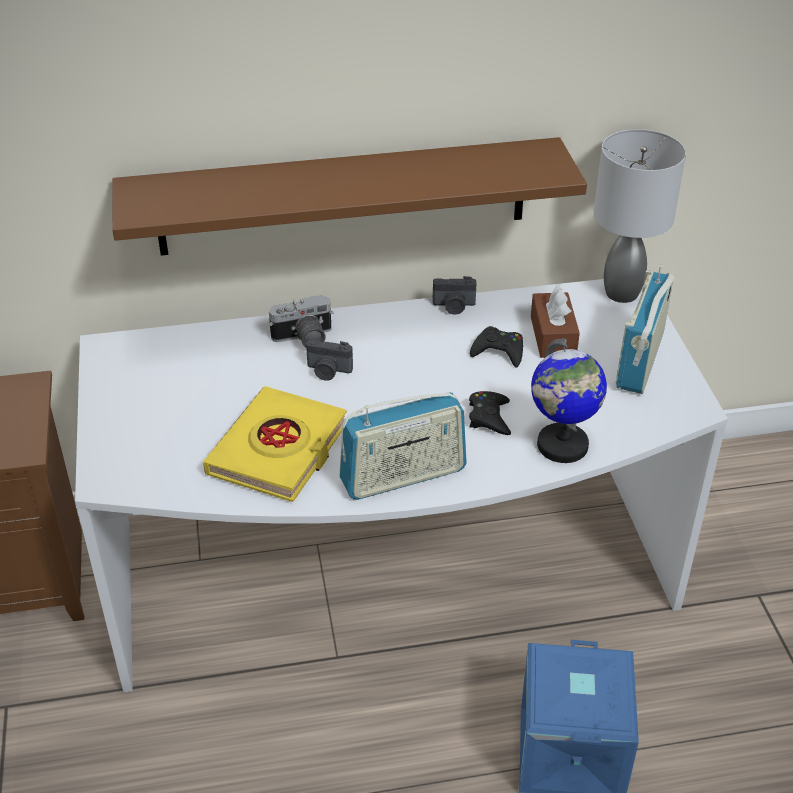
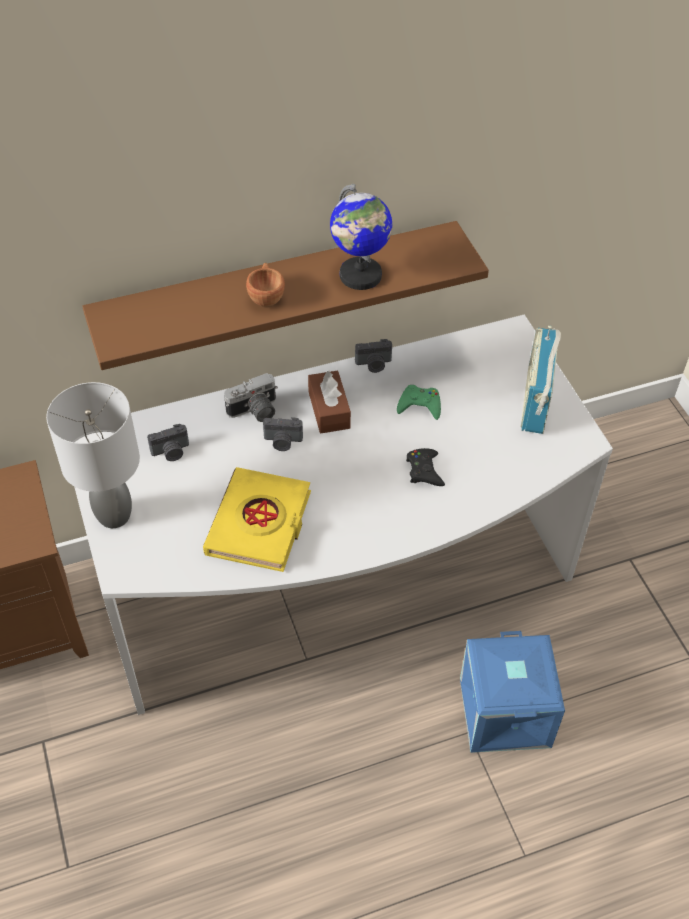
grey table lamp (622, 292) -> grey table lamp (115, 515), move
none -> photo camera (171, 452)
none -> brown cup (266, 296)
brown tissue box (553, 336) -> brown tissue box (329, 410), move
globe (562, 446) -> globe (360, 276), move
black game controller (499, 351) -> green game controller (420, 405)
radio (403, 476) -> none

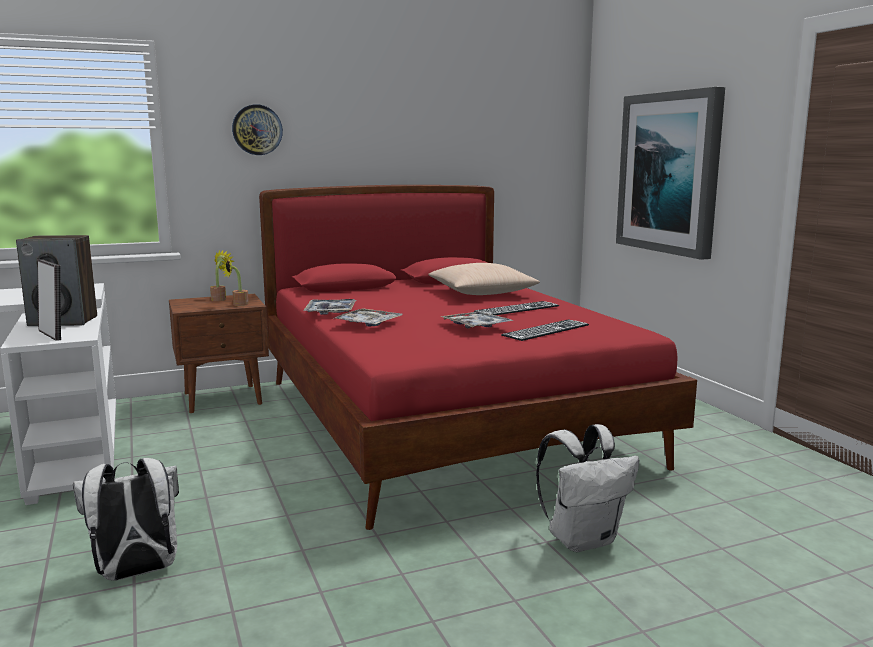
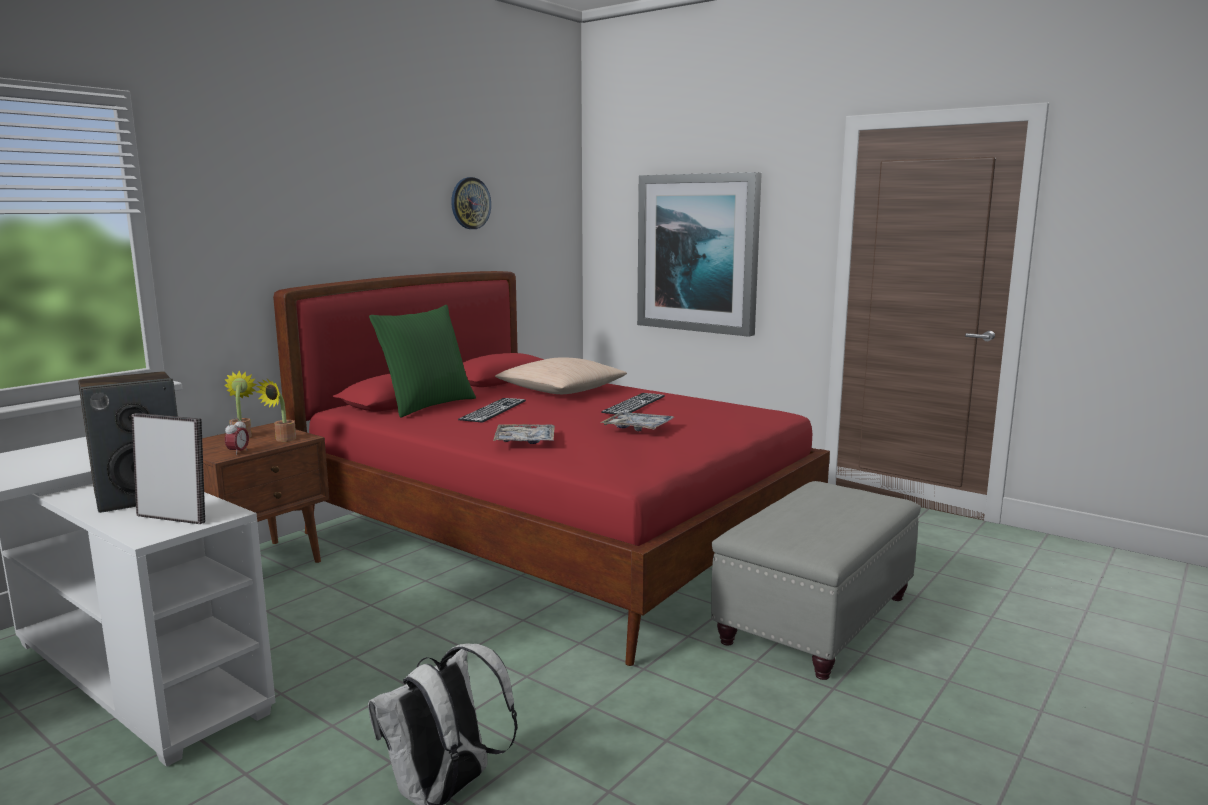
none -> alarm clock (238, 452)
none -> green pillow (427, 405)
wall clock (257, 130) -> wall clock (470, 203), move
keyboard (546, 330) -> keyboard (493, 410), move
white backpack (583, 539) -> grey ottoman (816, 618)
tray (330, 312) -> none

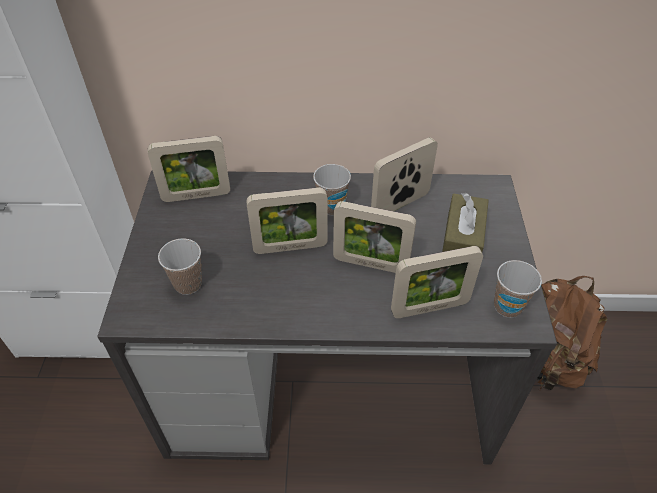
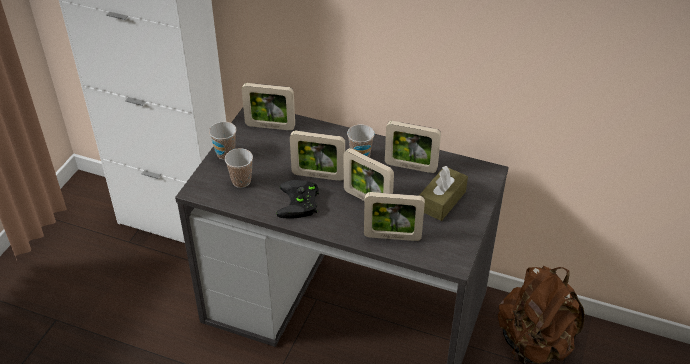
cup (507, 306) -> cup (225, 153), move
none -> black game controller (300, 203)
picture frame (400, 204) -> picture frame (410, 167), 150 degrees counterclockwise

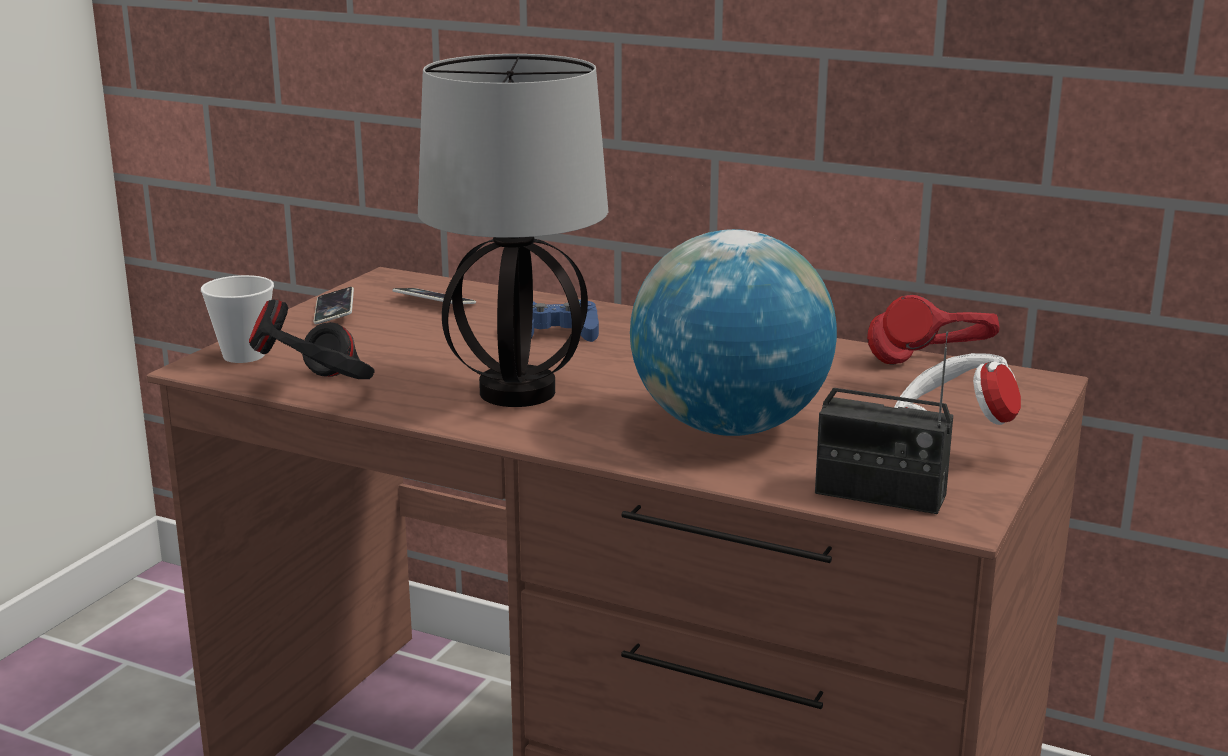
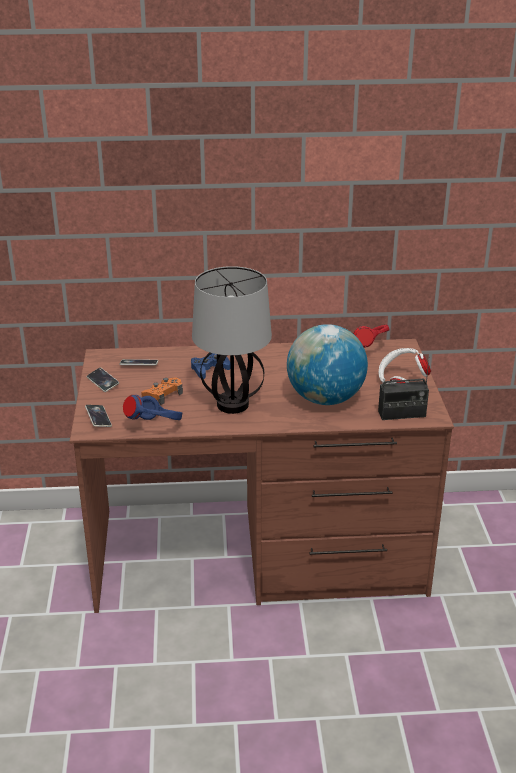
cup (244, 355) -> phone (98, 418)
black headphones (319, 391) -> blue headphones (155, 427)
none -> orange game controller (163, 394)

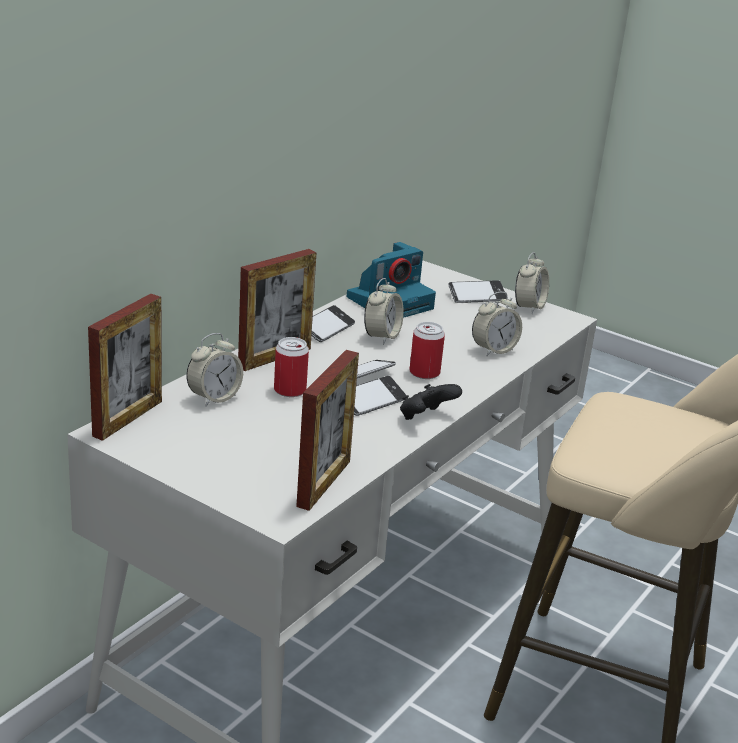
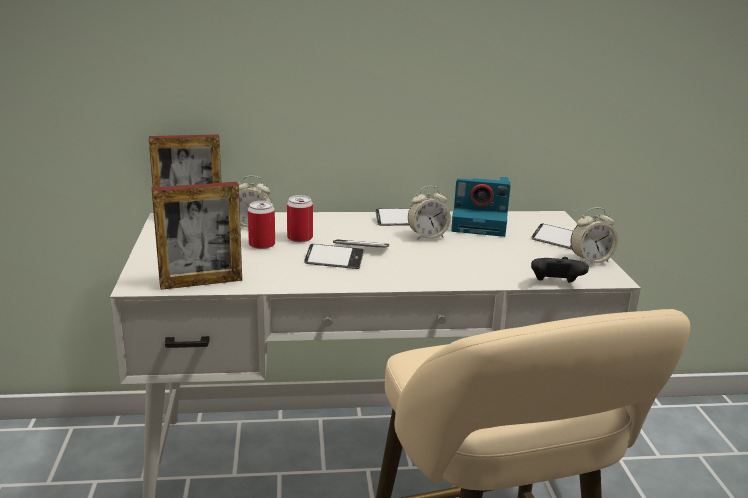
can (424, 373) -> can (262, 244), move
black game controller (425, 418) -> black game controller (555, 284), move
picture frame (274, 357) -> none
alarm clock (493, 350) -> none

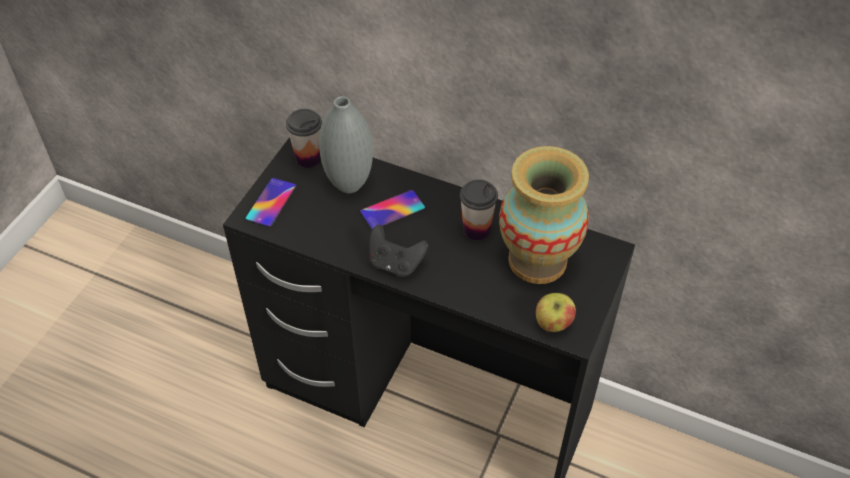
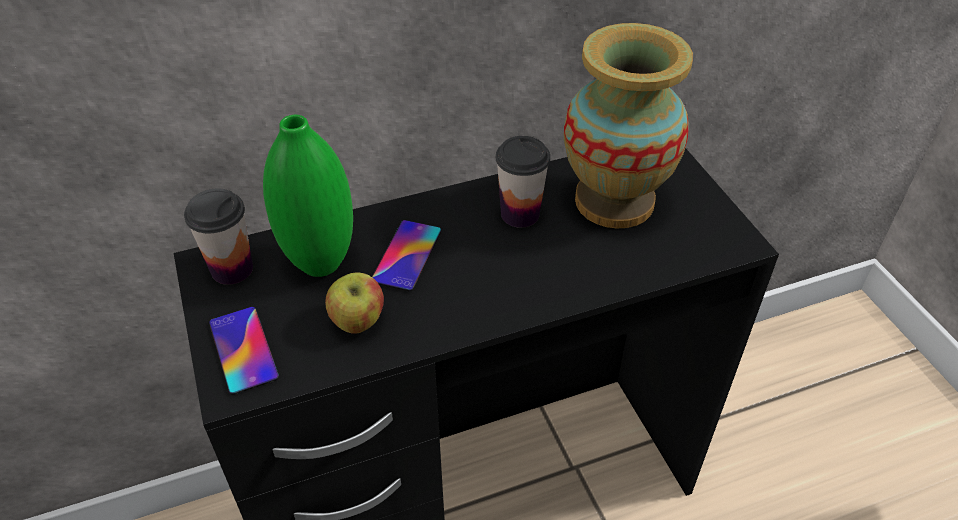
grey vase (349, 184) -> green vase (320, 263)
apple (553, 323) -> apple (358, 321), move
black game controller (395, 264) -> none

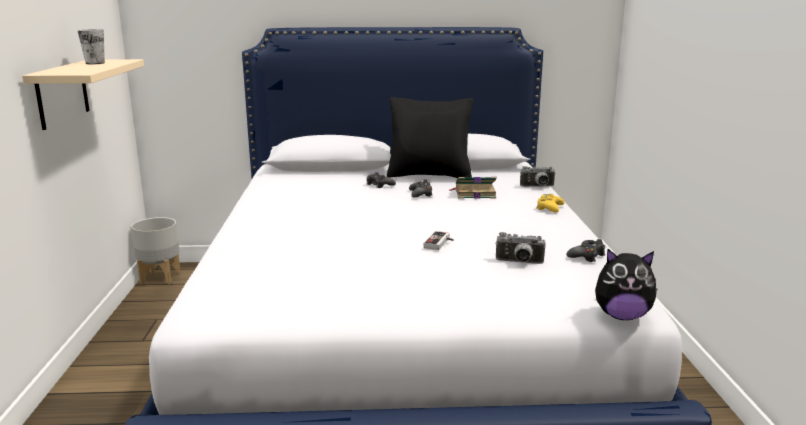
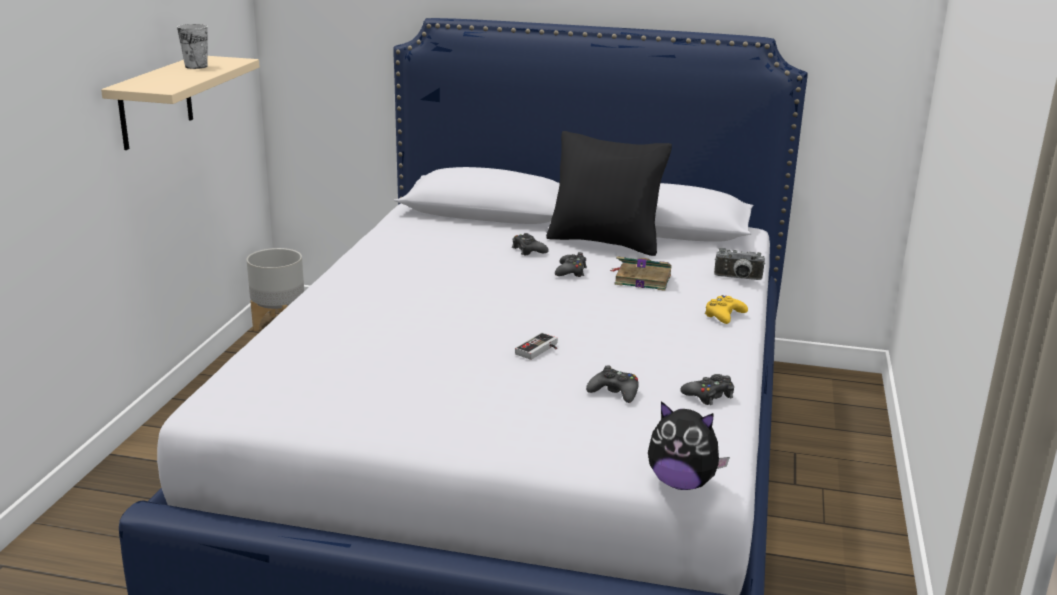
photo camera (519, 263) -> black game controller (614, 392)

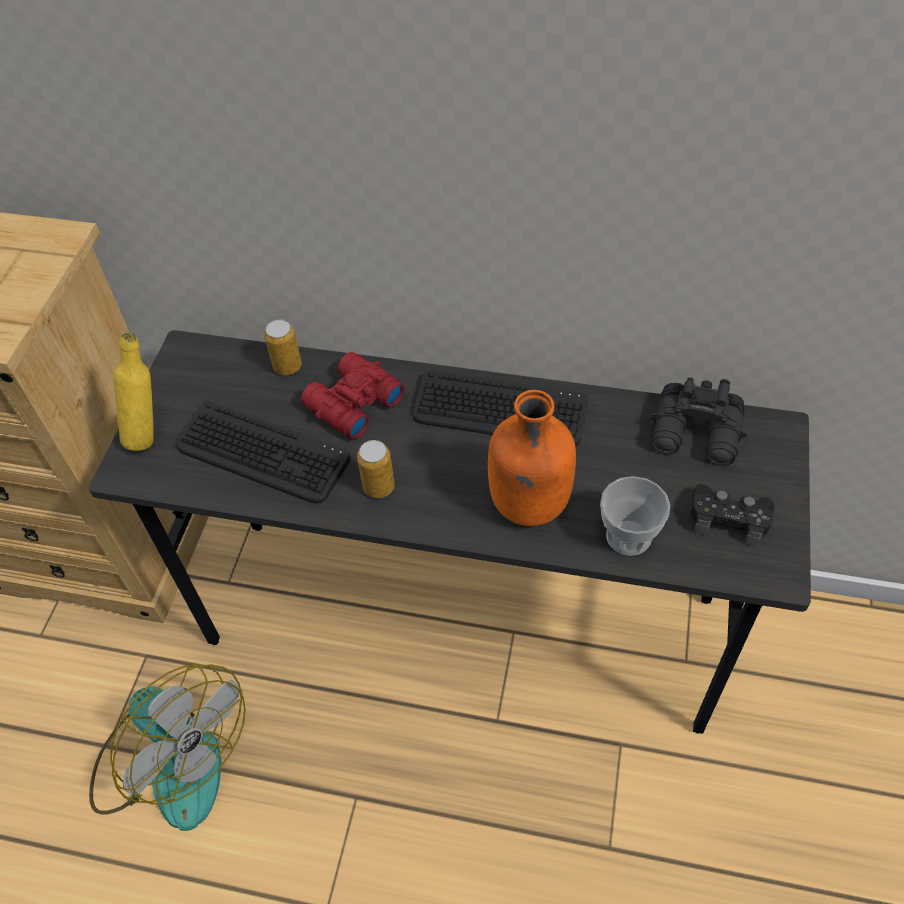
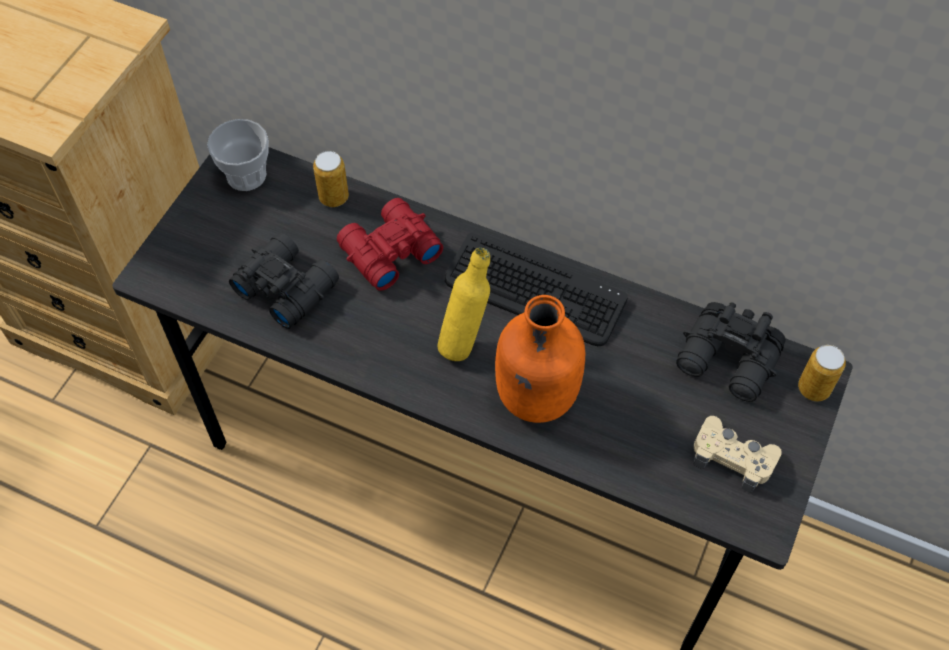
cup (628, 536) -> cup (246, 175), move
keyboard (262, 453) -> black binoculars (286, 286)
yellow bottle (149, 434) -> yellow bottle (465, 341), move
black game controller (729, 518) -> beige game controller (733, 457)
can (379, 487) -> can (813, 388), move
fan (171, 760) -> none

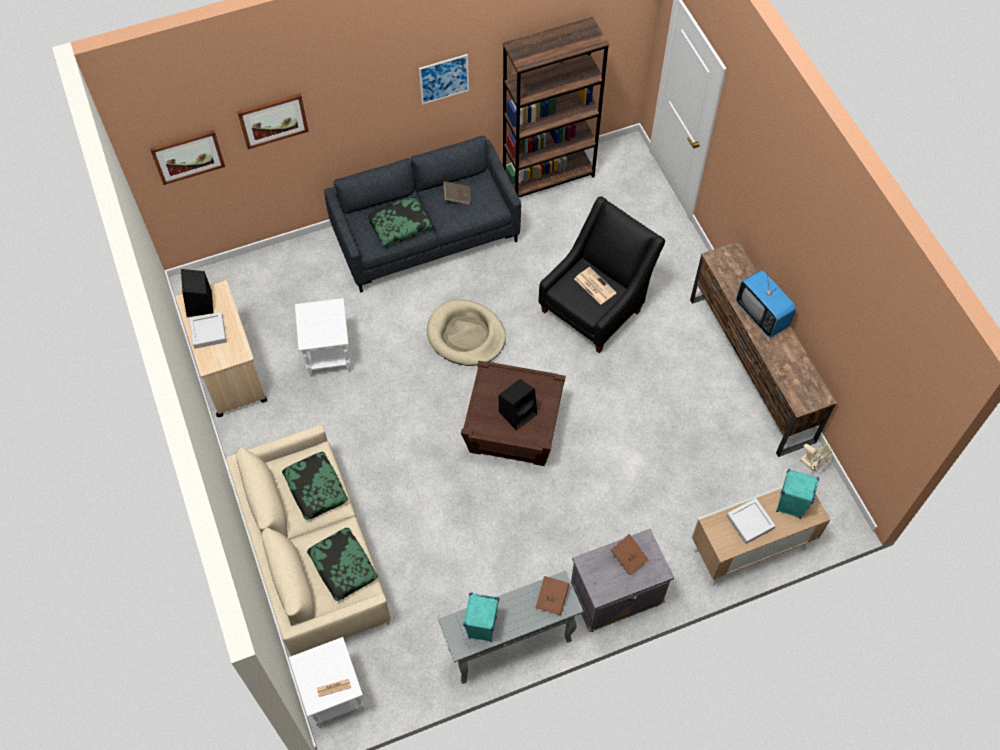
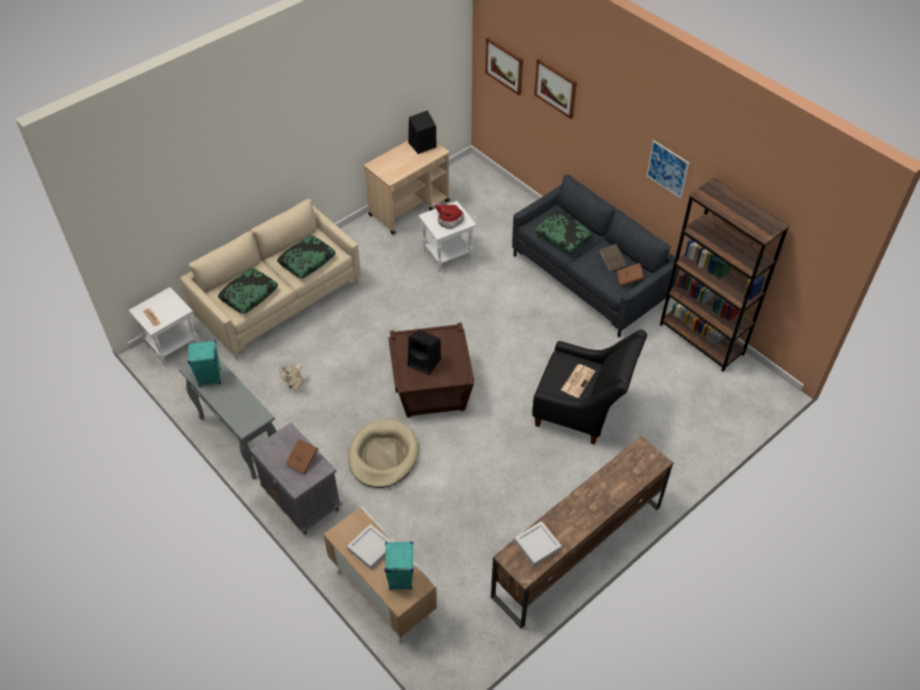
beige fan (812, 464) -> beige fan (295, 386), move
beige dog bed (466, 335) -> beige dog bed (383, 456), move
none -> hat (448, 220)
grey tray (208, 332) -> grey tray (537, 545), move
brown book (552, 598) -> brown book (629, 279), move
television (762, 315) -> none

